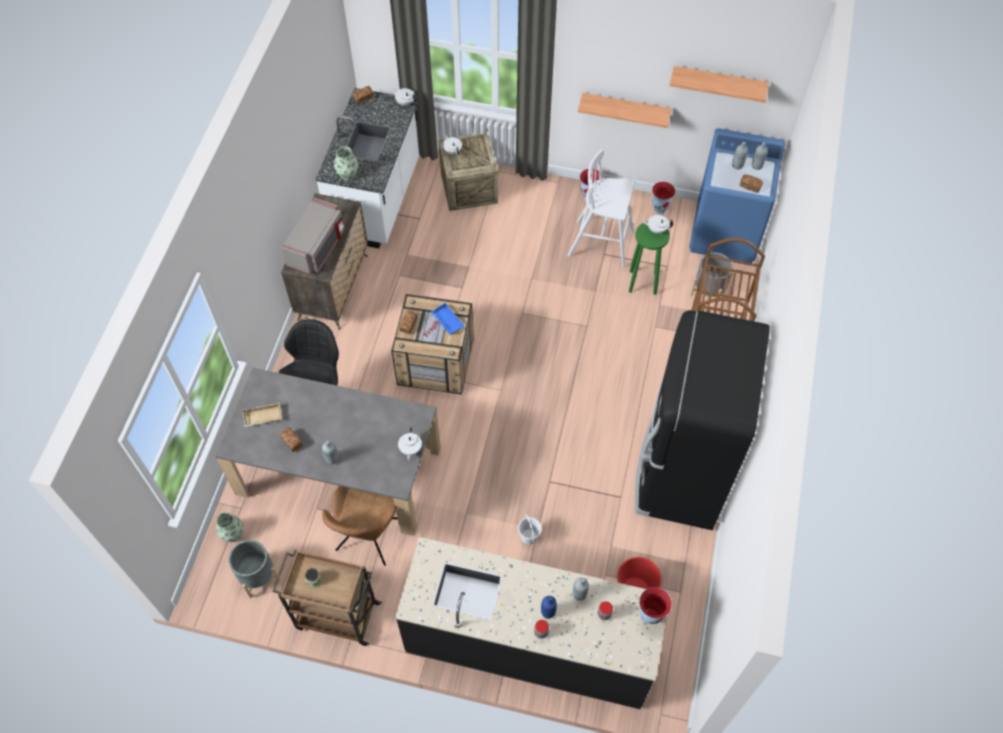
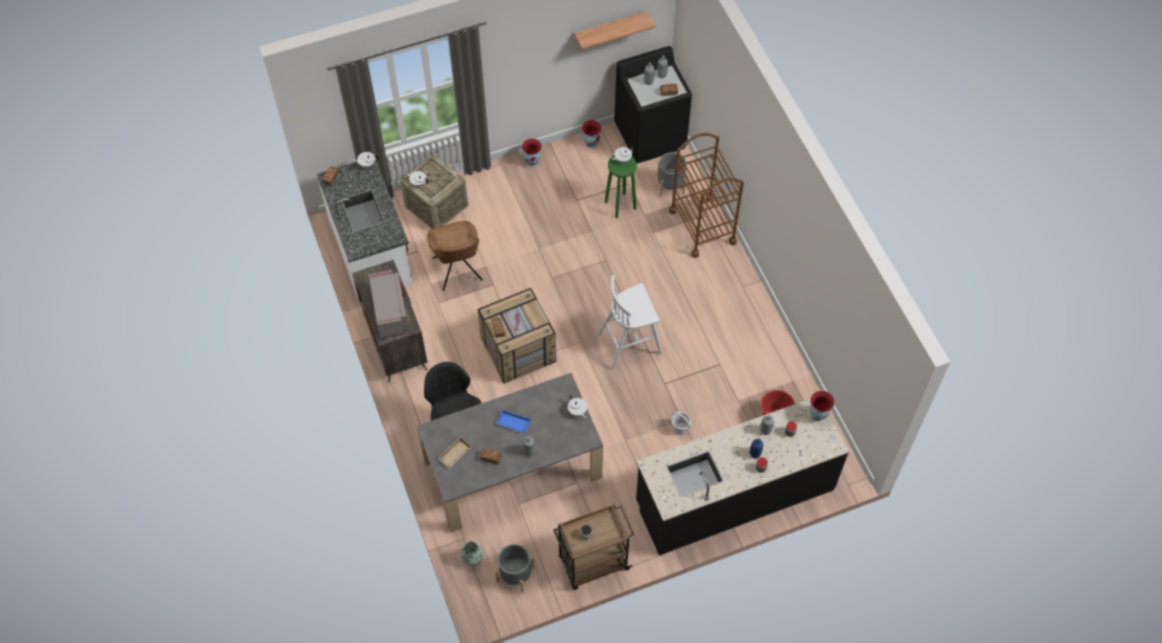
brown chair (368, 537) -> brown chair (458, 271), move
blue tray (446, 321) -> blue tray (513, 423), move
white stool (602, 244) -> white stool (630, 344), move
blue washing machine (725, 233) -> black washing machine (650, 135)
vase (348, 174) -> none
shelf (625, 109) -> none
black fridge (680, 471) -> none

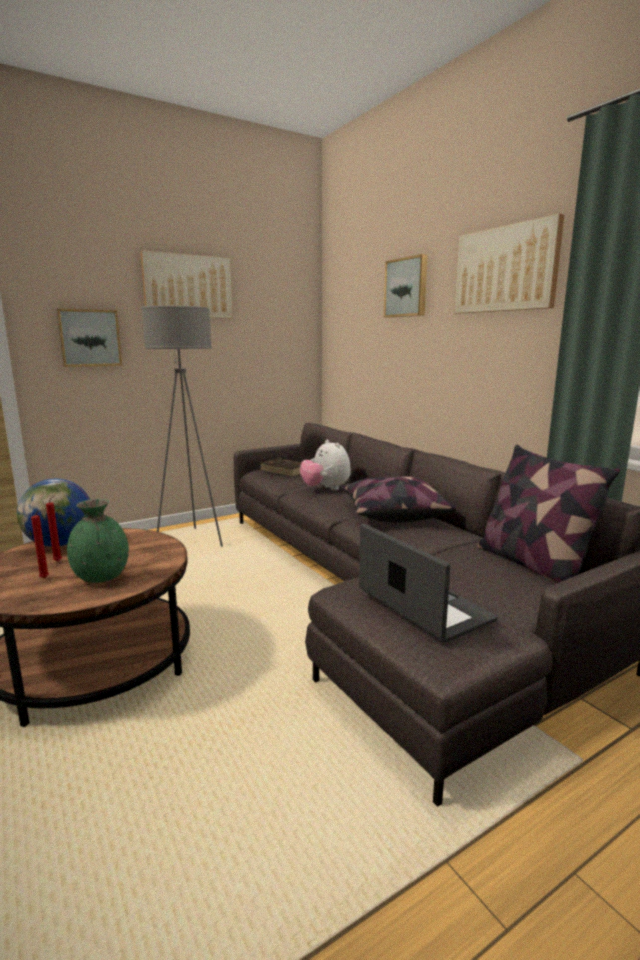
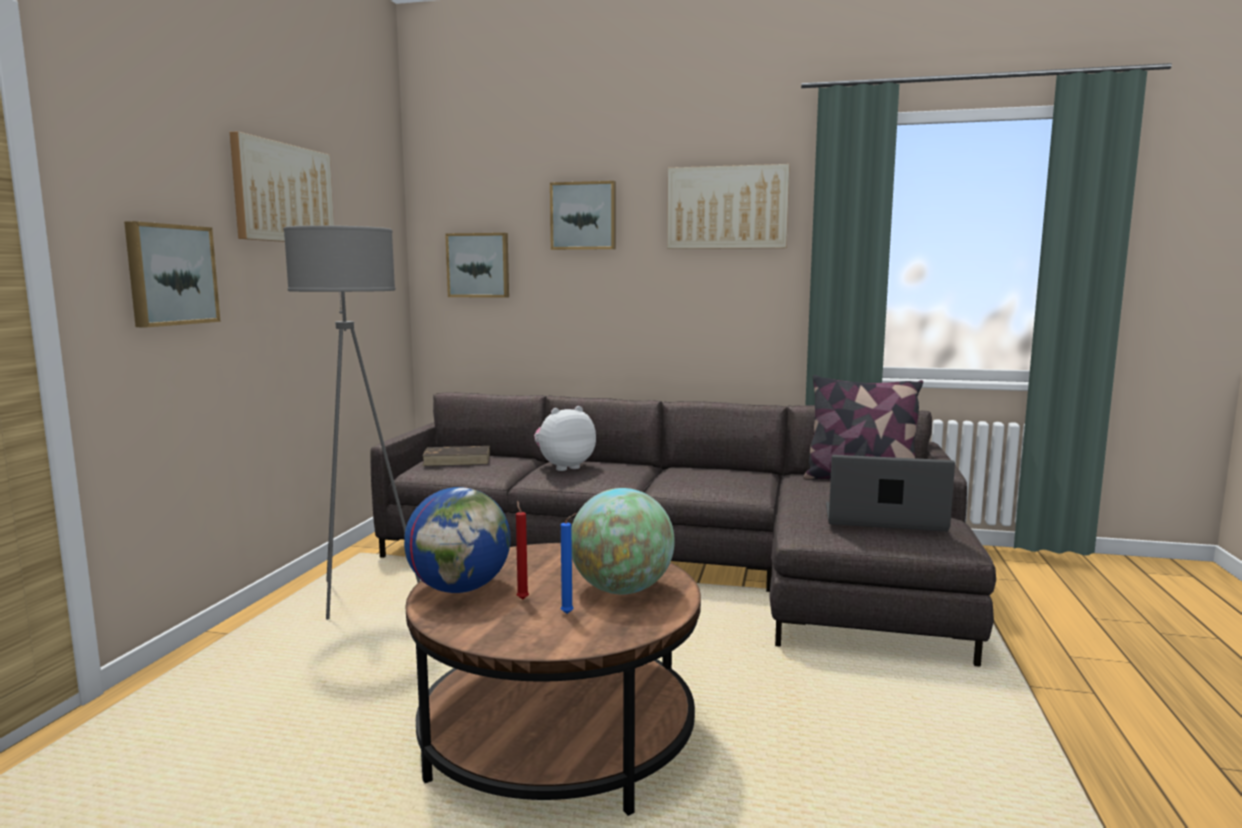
none -> picture (478, 265)
plush toy (325, 489) -> plush toy (564, 467), 135 degrees clockwise
red candle (45, 578) -> blue candle (569, 613)
green vase (102, 577) -> globe (622, 590)
pillow (393, 514) -> none

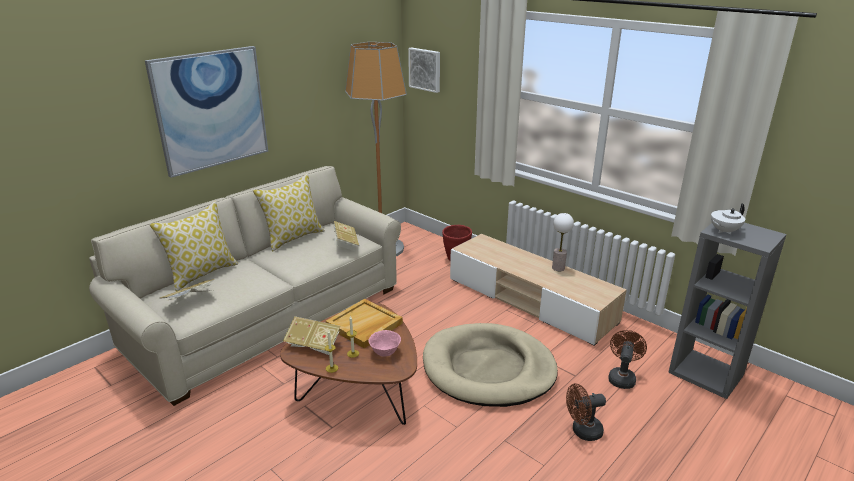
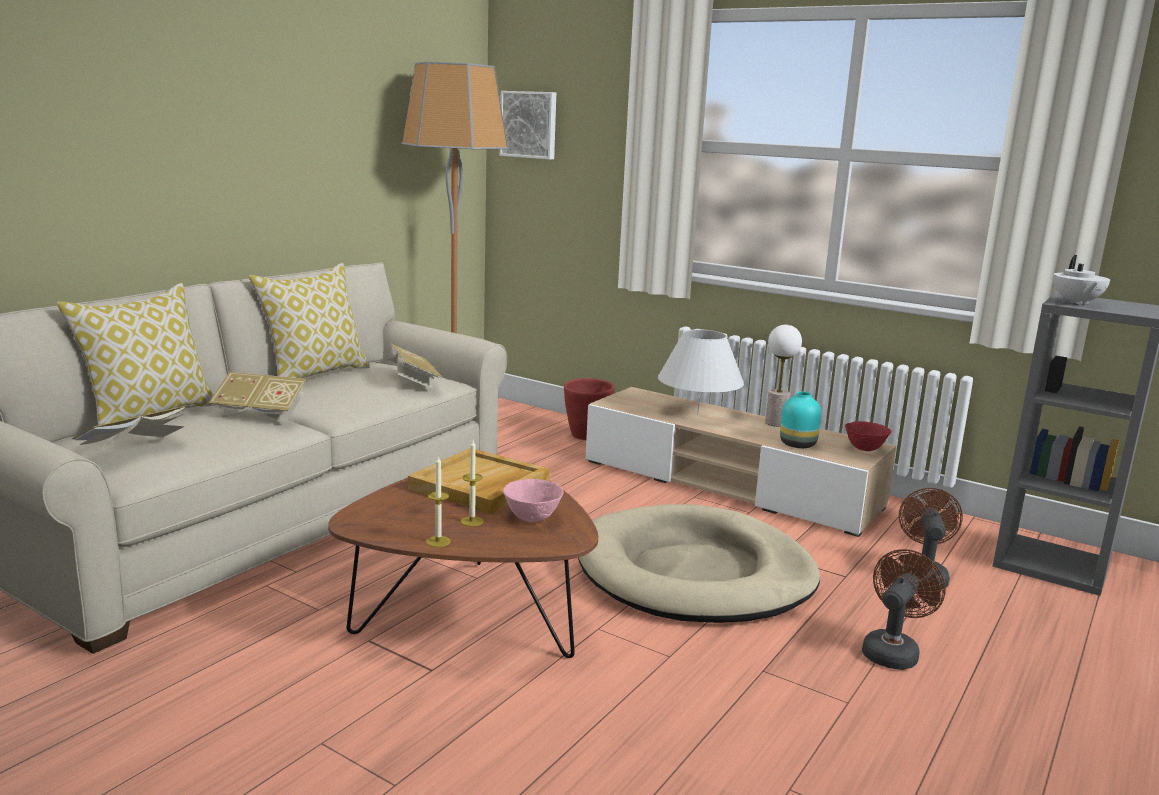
book (313, 345) -> book (261, 414), move
none -> white table lamp (698, 414)
none -> turquoise vase (797, 444)
none -> red bowl (865, 449)
brown fan (582, 431) -> brown fan (892, 651), 150 degrees clockwise
white teapot (723, 231) -> white teapot (1076, 303), 45 degrees counterclockwise
picture (211, 110) -> none

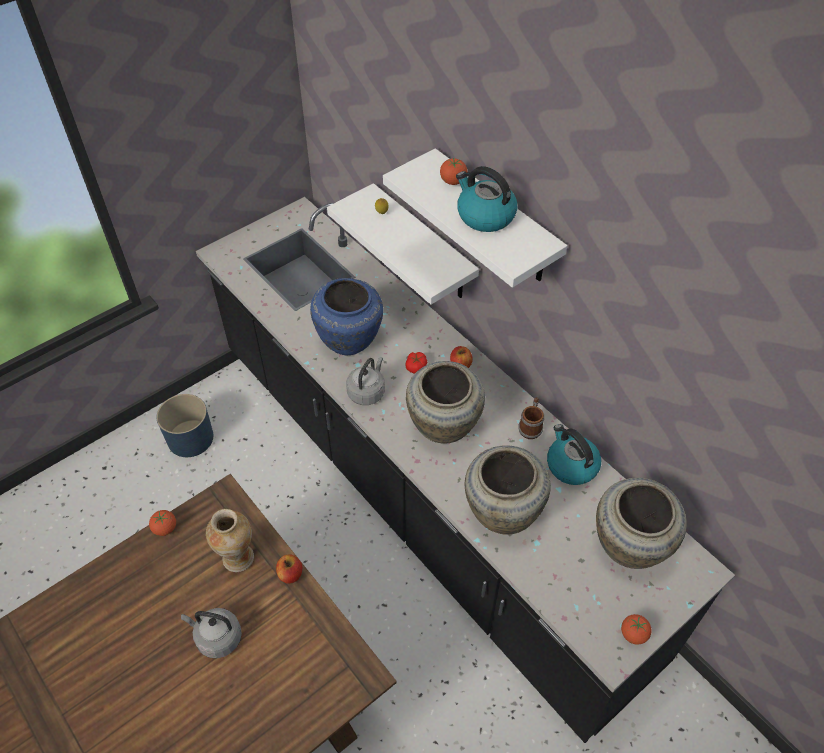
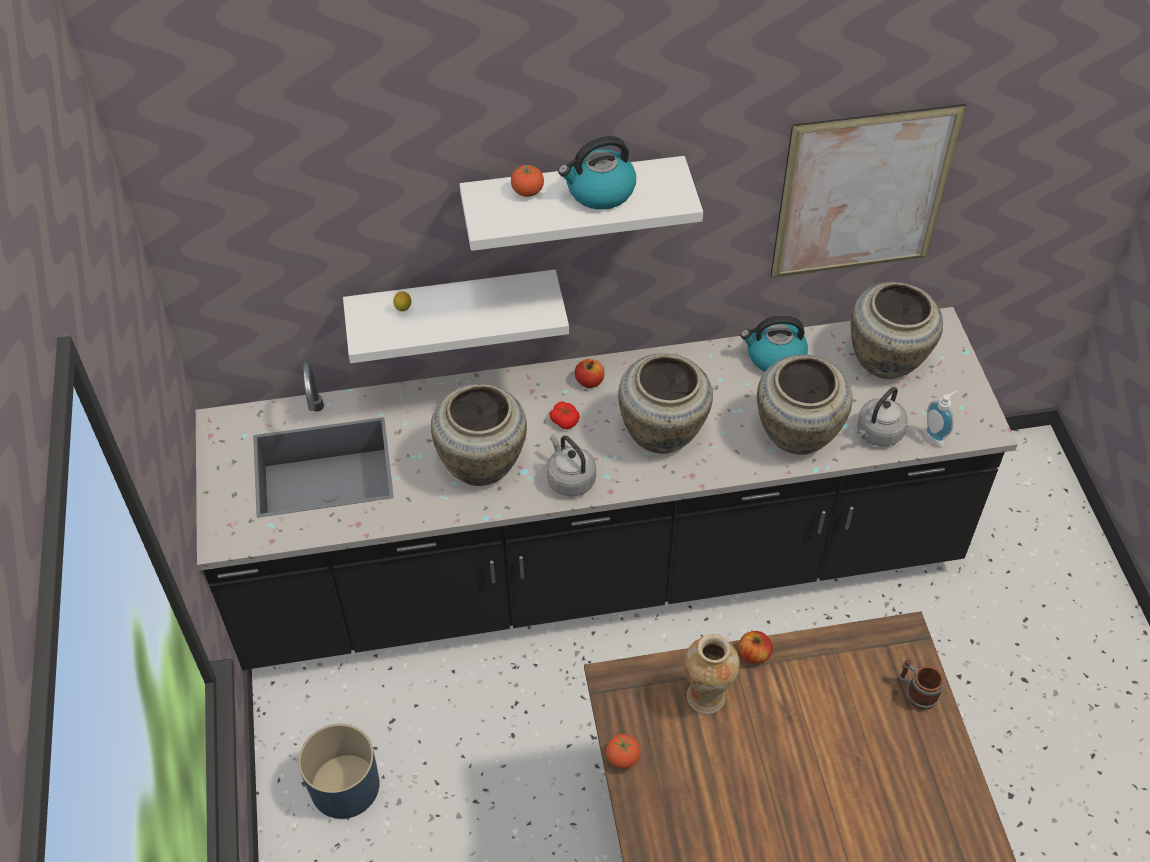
blue vase (349, 341) -> beige vase (483, 465)
none -> picture (863, 194)
grey kettle (217, 638) -> grey kettle (877, 434), move
mug (530, 426) -> mug (916, 692), move
none -> soap dispenser (936, 437)
tomato (633, 634) -> none

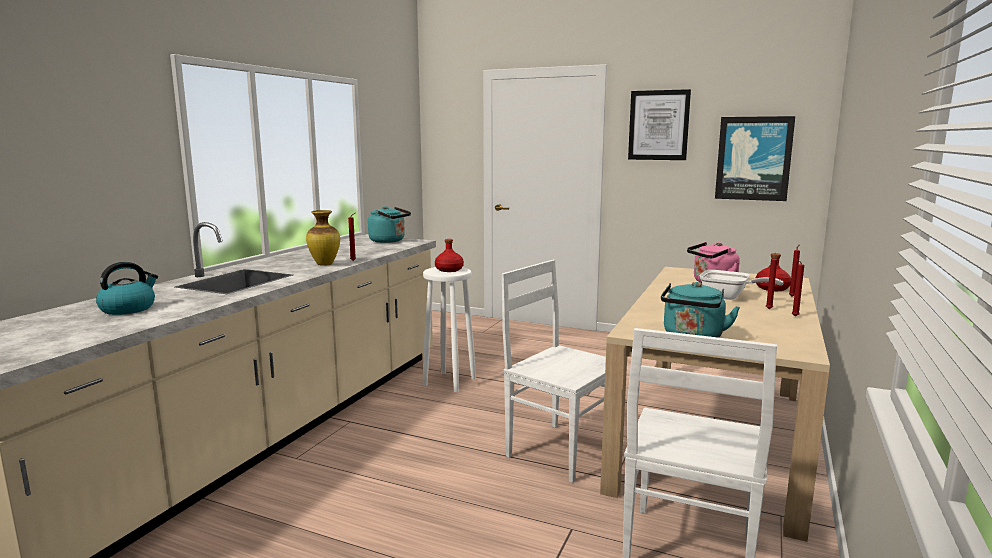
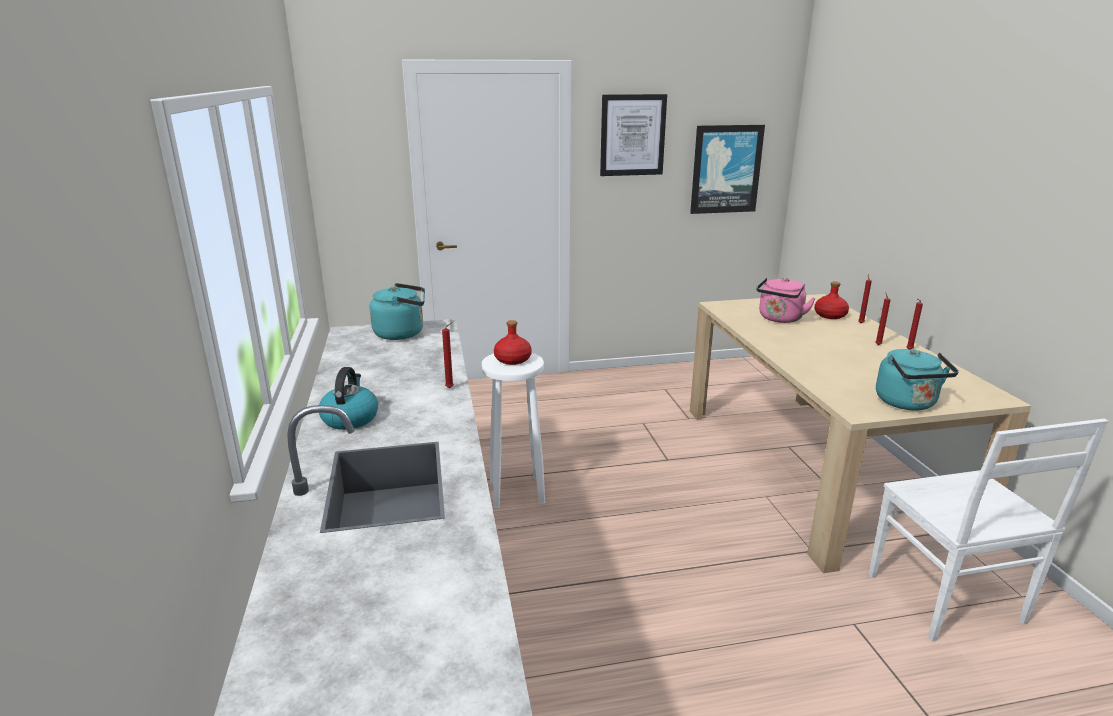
kettle (128, 309) -> kettle (350, 418), move
vase (325, 264) -> none
white chair (559, 450) -> none
frying pan (729, 297) -> none

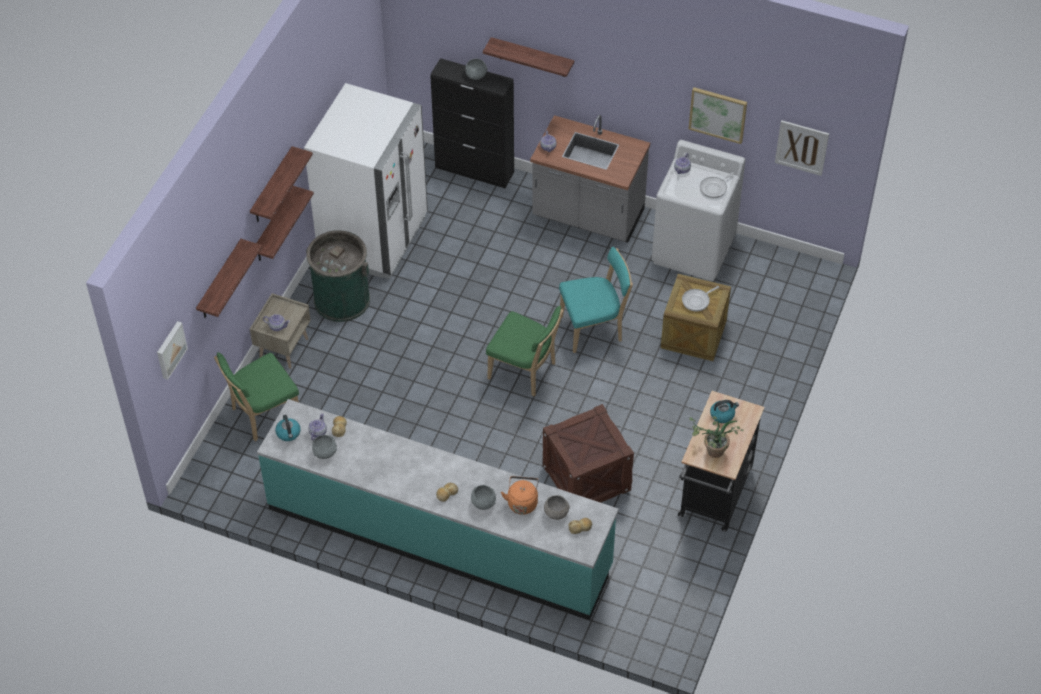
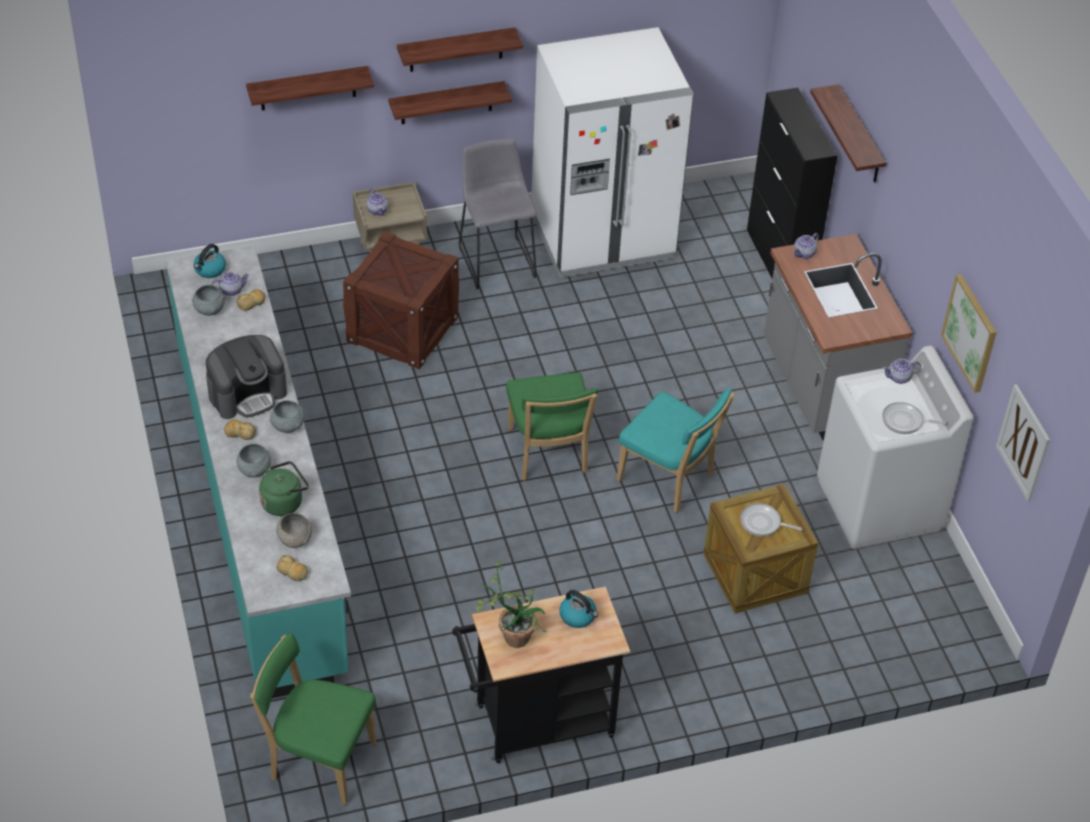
none -> coffee machine (247, 393)
green chair (263, 415) -> green chair (318, 759), move
orange kettle (522, 502) -> green kettle (284, 502)
grey bowl (476, 75) -> grey bowl (288, 426), move
crate (586, 478) -> crate (402, 329), move
green trash can (342, 299) -> grey stool (496, 258)
picture (170, 349) -> none

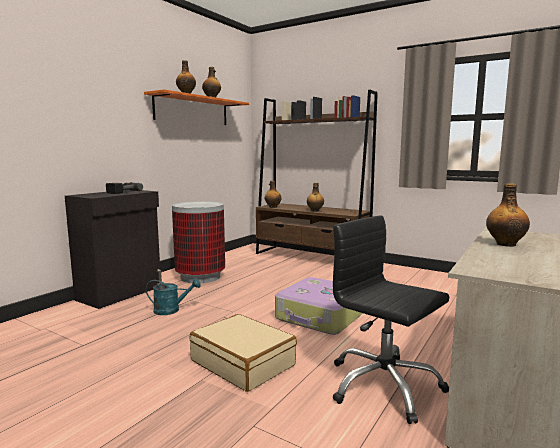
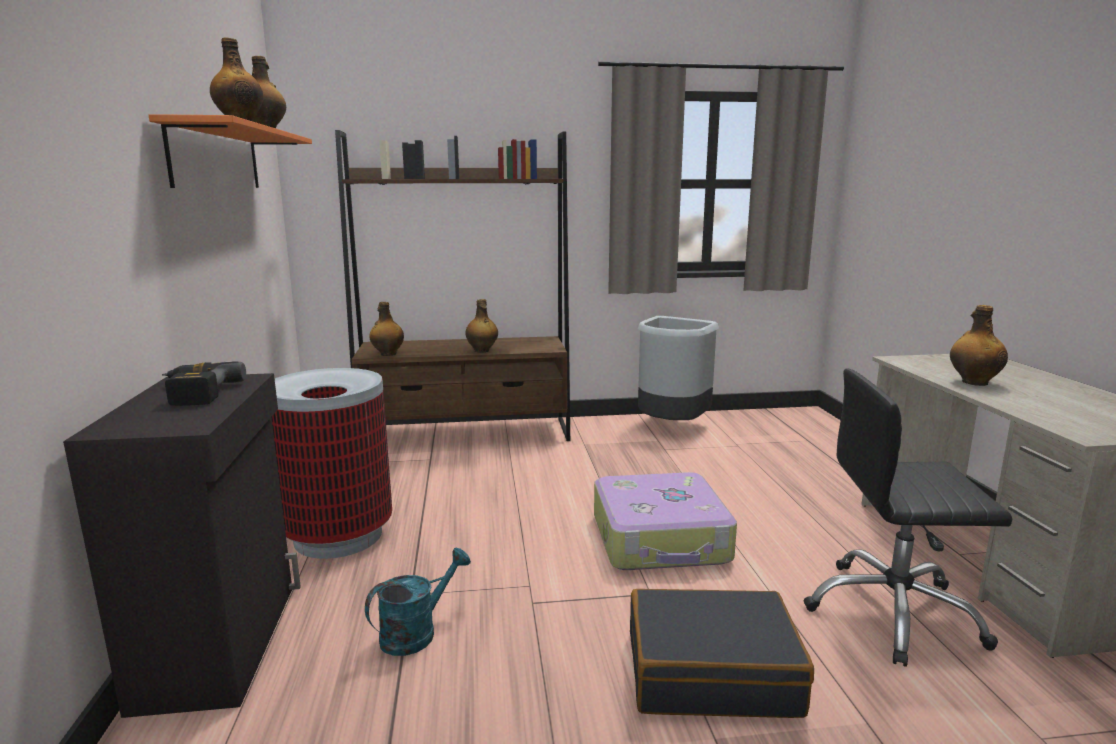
beige suitcase (243, 363) -> black suitcase (711, 672)
none -> grey trash can (671, 426)

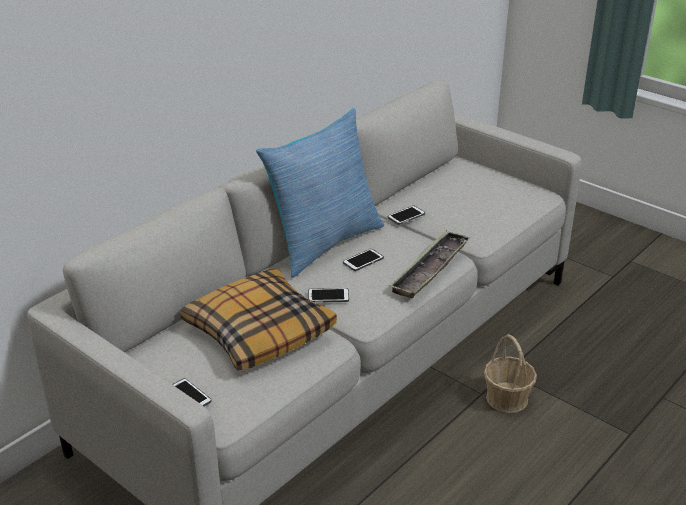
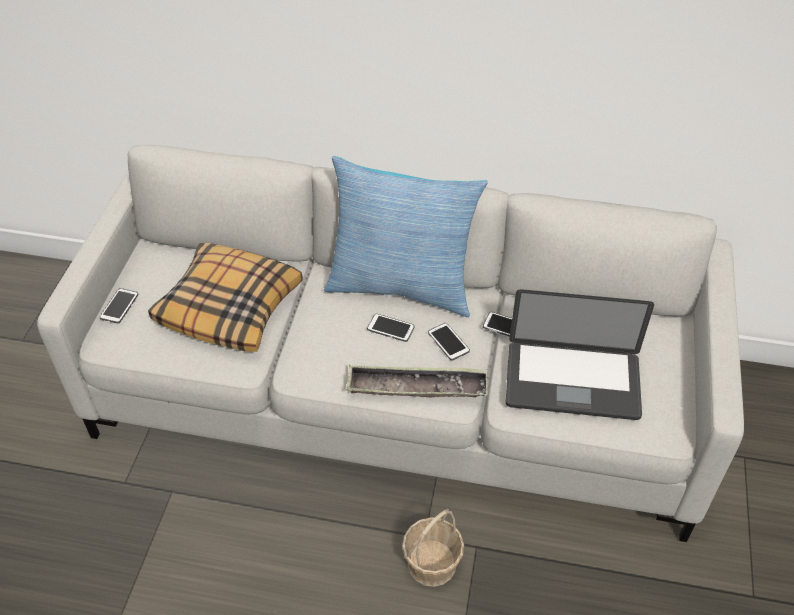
phone (328, 296) -> phone (448, 342), move
none -> laptop (572, 382)

